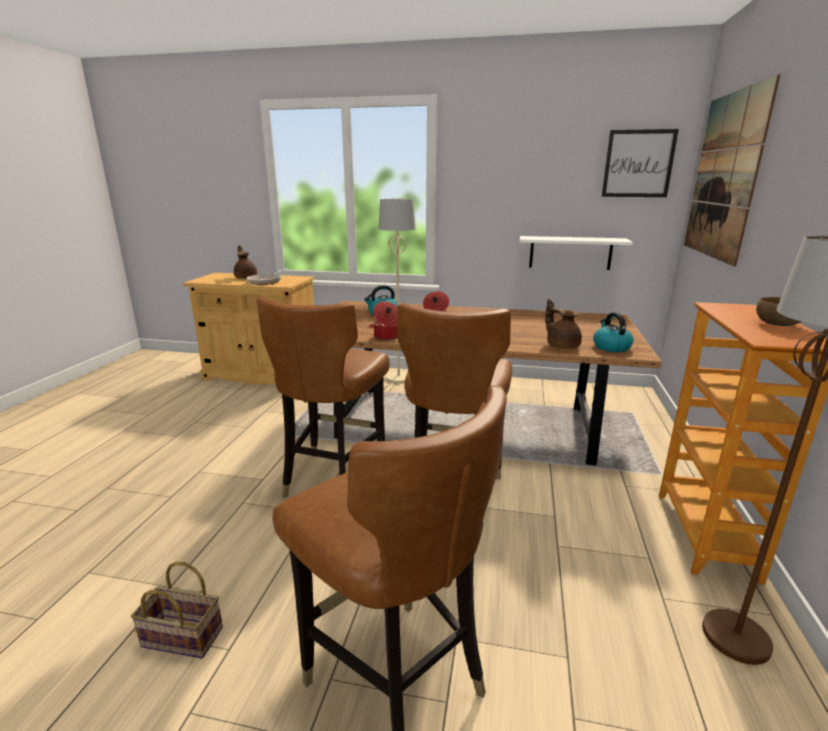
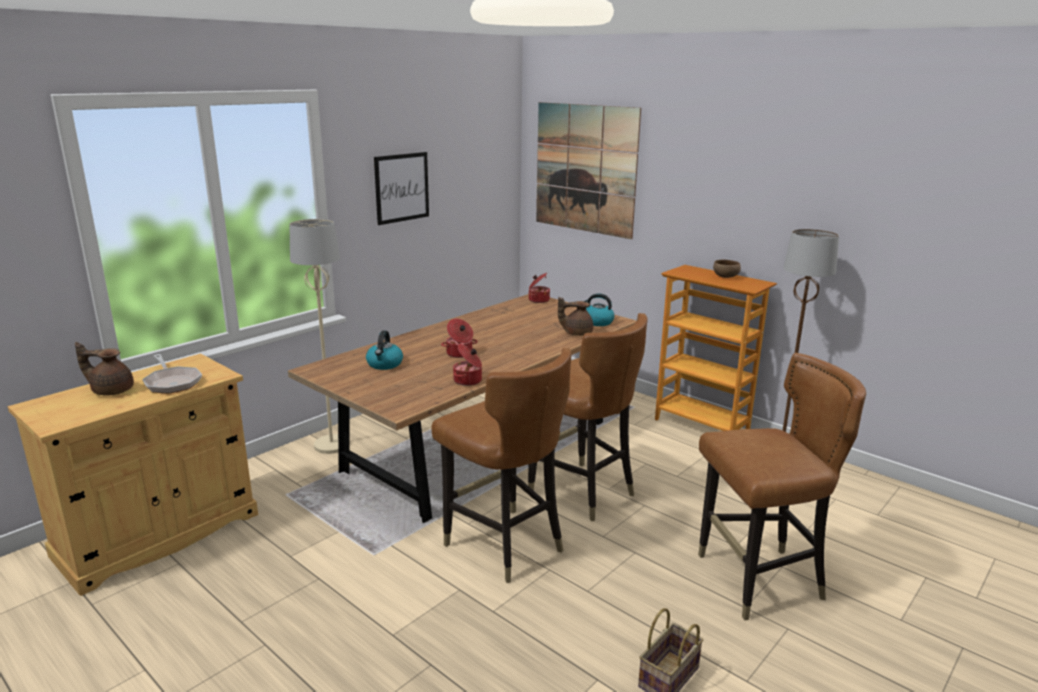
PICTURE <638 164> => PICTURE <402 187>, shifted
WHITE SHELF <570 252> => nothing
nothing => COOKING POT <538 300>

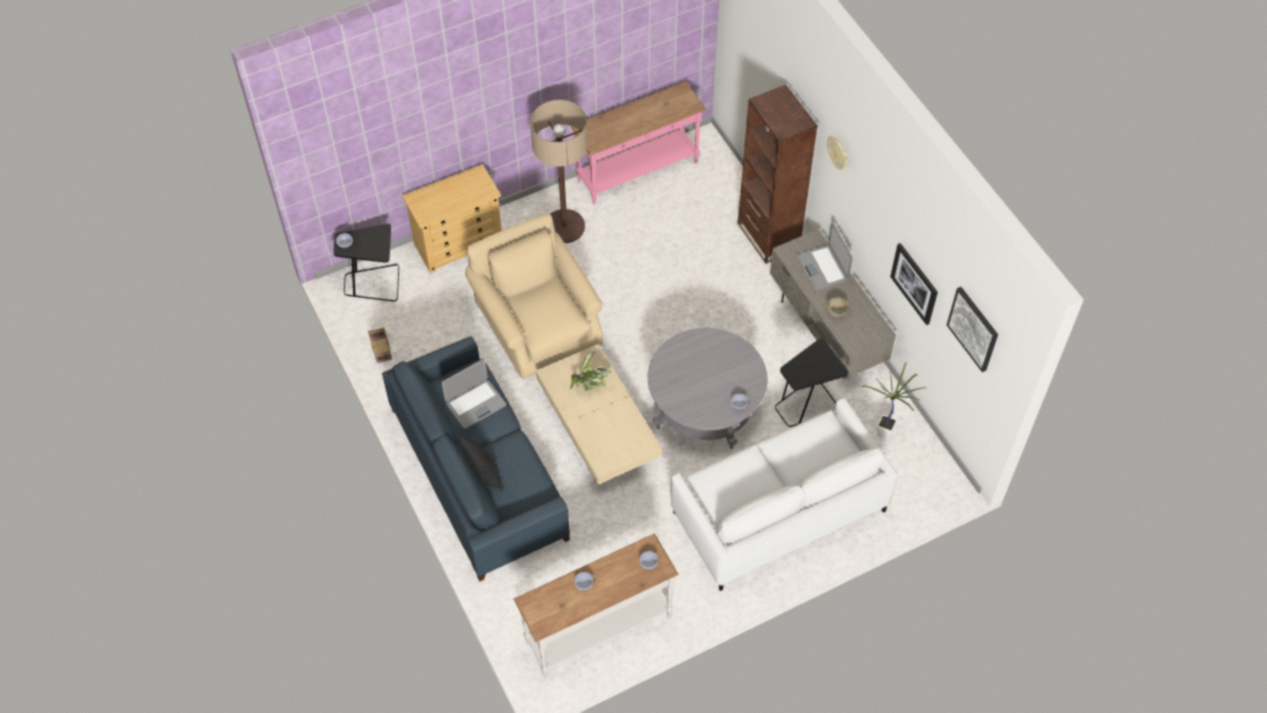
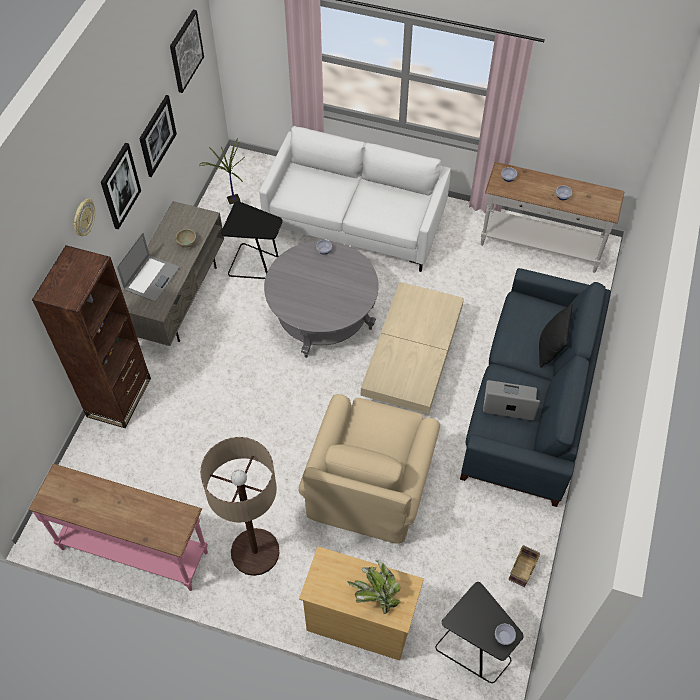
POTTED PLANT <590 384> => POTTED PLANT <375 594>, shifted
nothing => PICTURE <120 186>

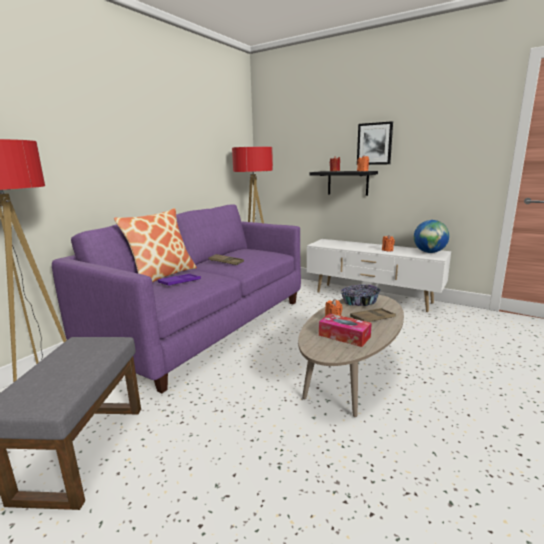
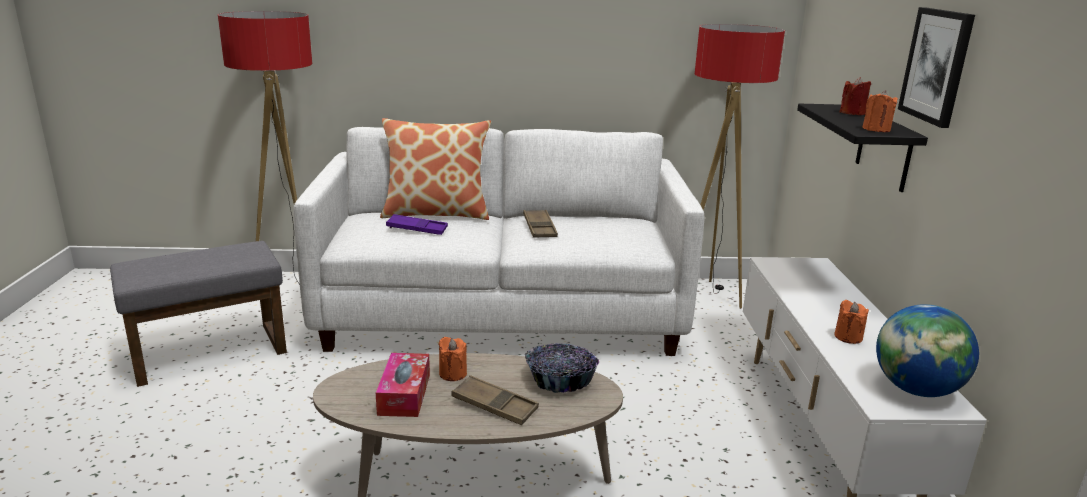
PURPLE SOFA <204 326> => WHITE SOFA <502 313>

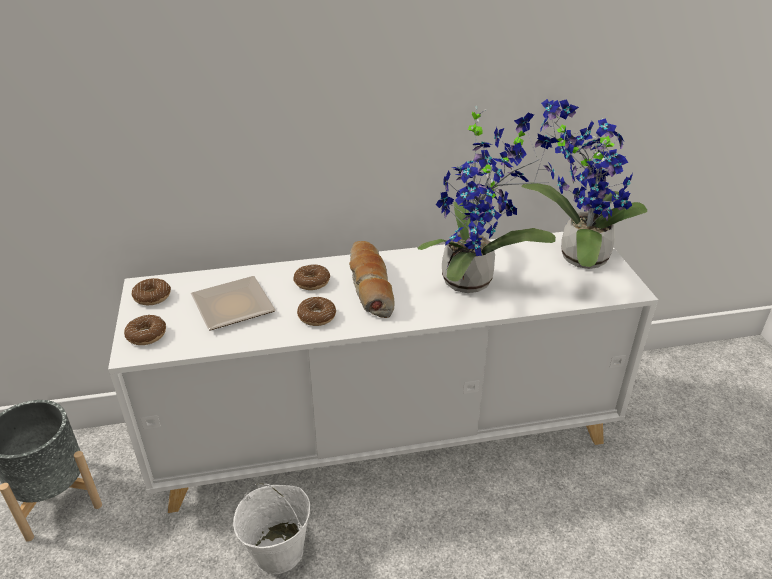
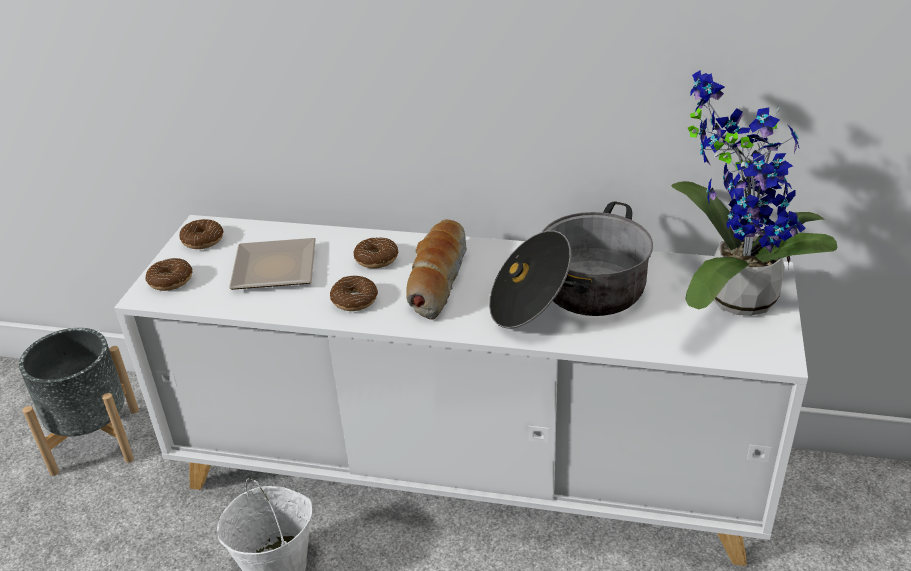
POTTED PLANT <474 280> => COOKING POT <570 297>

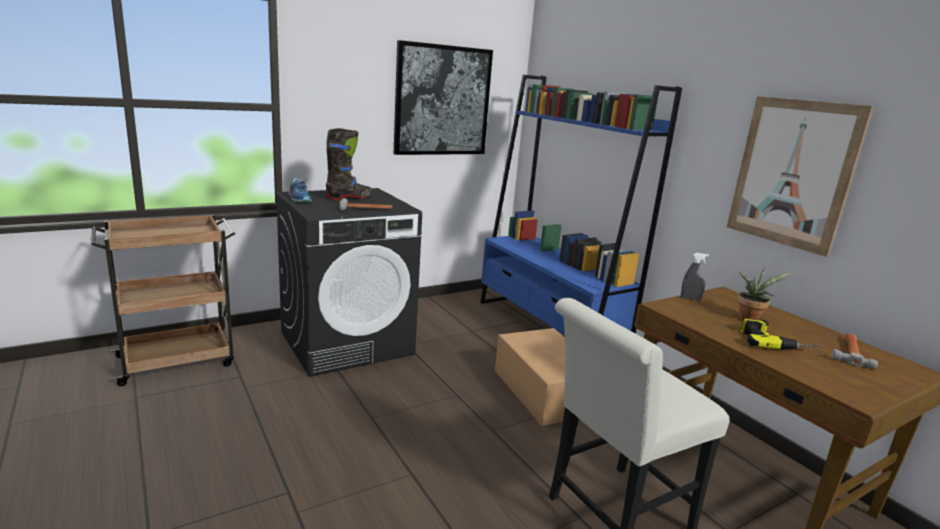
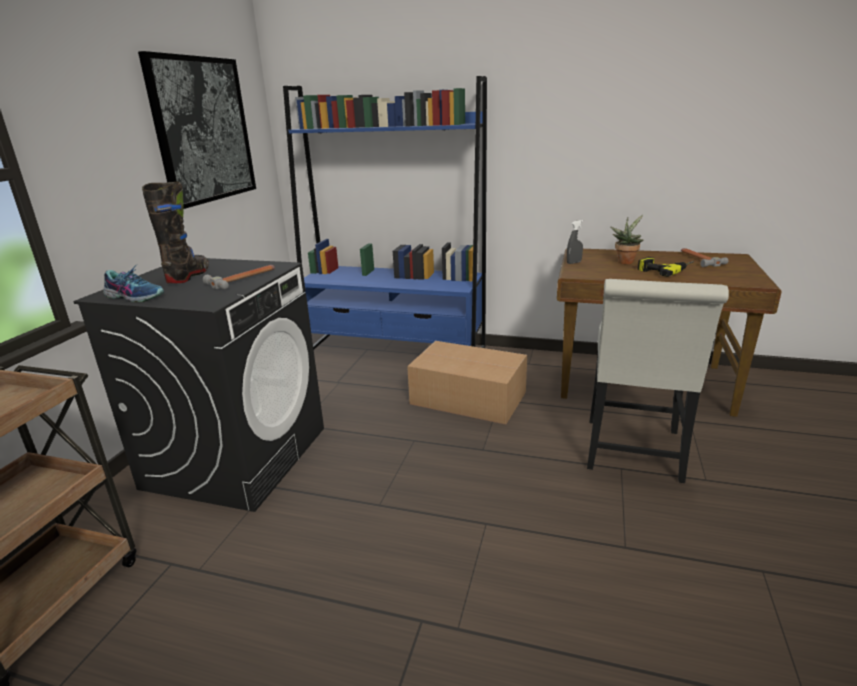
PICTURE <792 173> => nothing

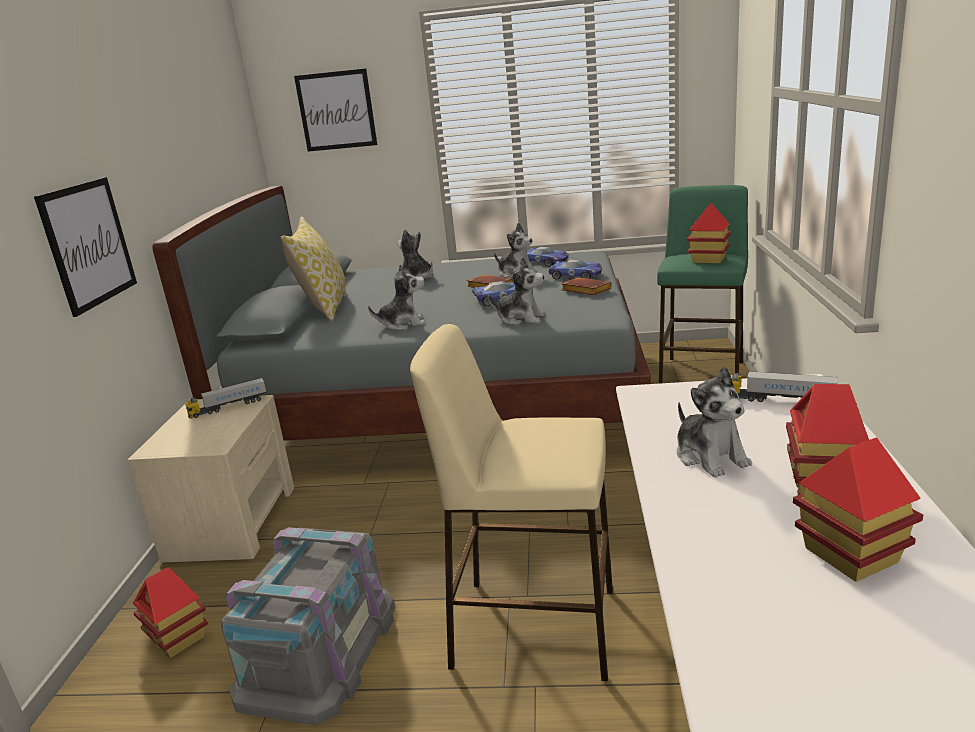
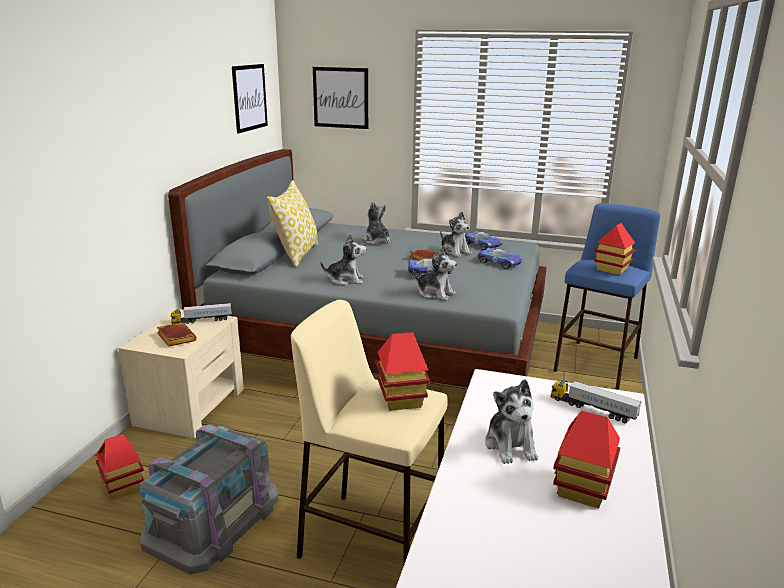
PICTURE <88 244> => PICTURE <249 97>, shifted
GREEN STOOL <702 376> => BLUE STOOL <596 364>
BROWN BOOK <584 291> => BROWN BOOK <175 338>, shifted
TOY HOUSE <850 555> => TOY HOUSE <401 399>, shifted

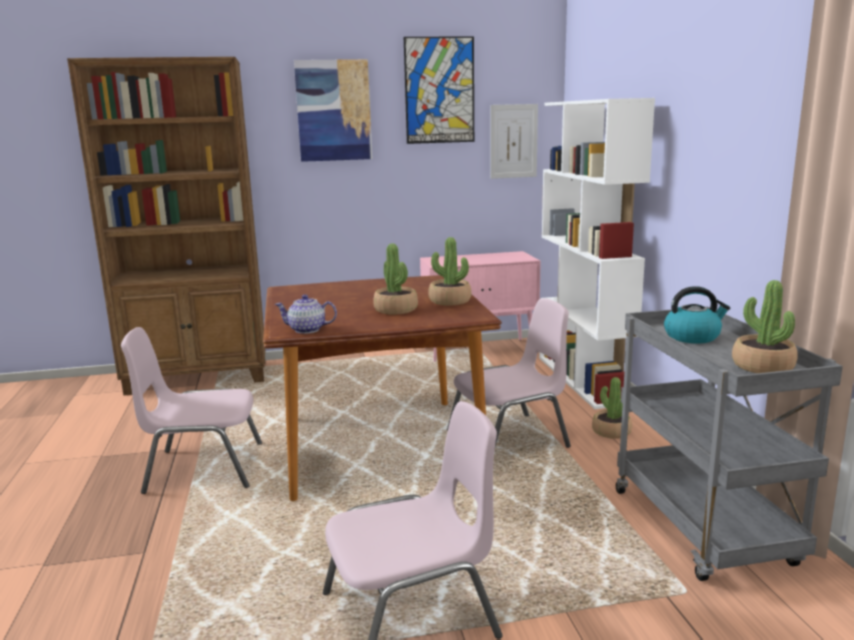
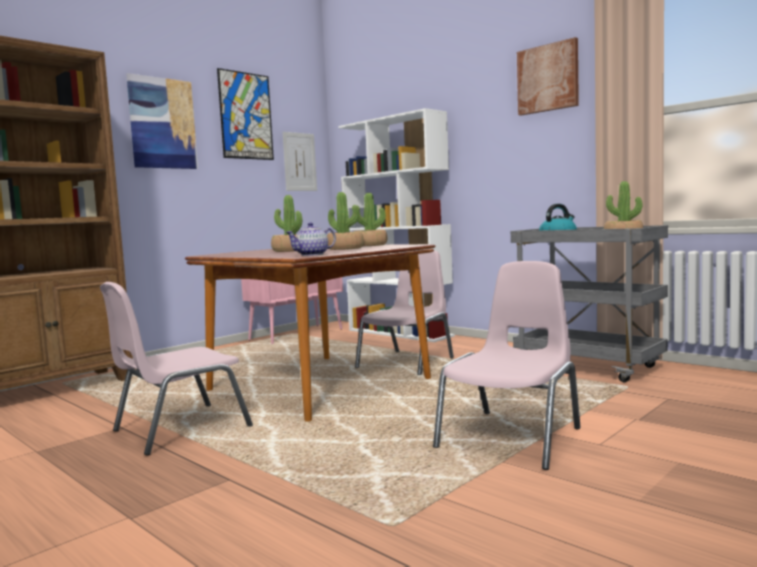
POTTED PLANT <611 431> => POTTED PLANT <290 250>, shifted
nothing => PICTURE <548 78>

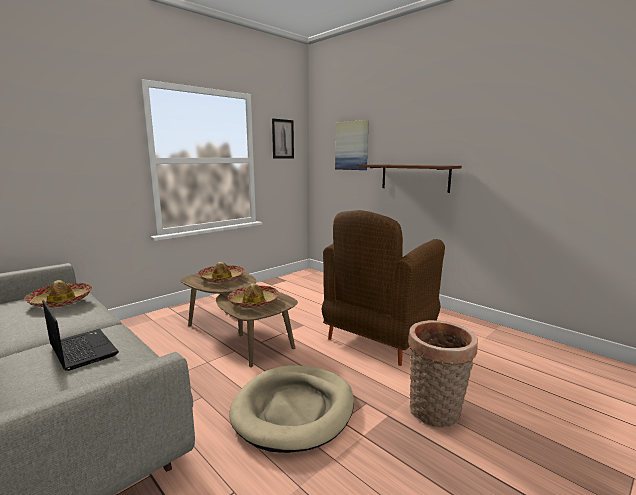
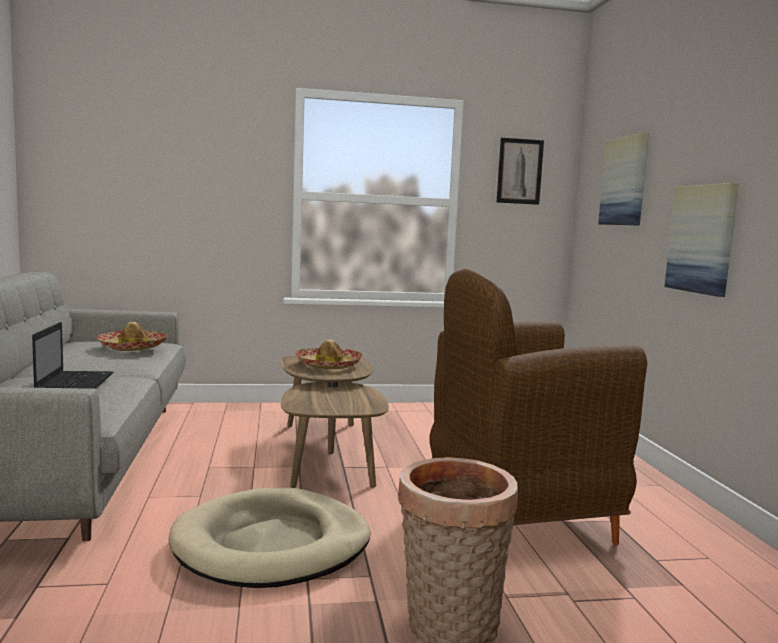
BROWN SHELF <414 177> => PICTURE <702 239>
HAT <254 302> => nothing

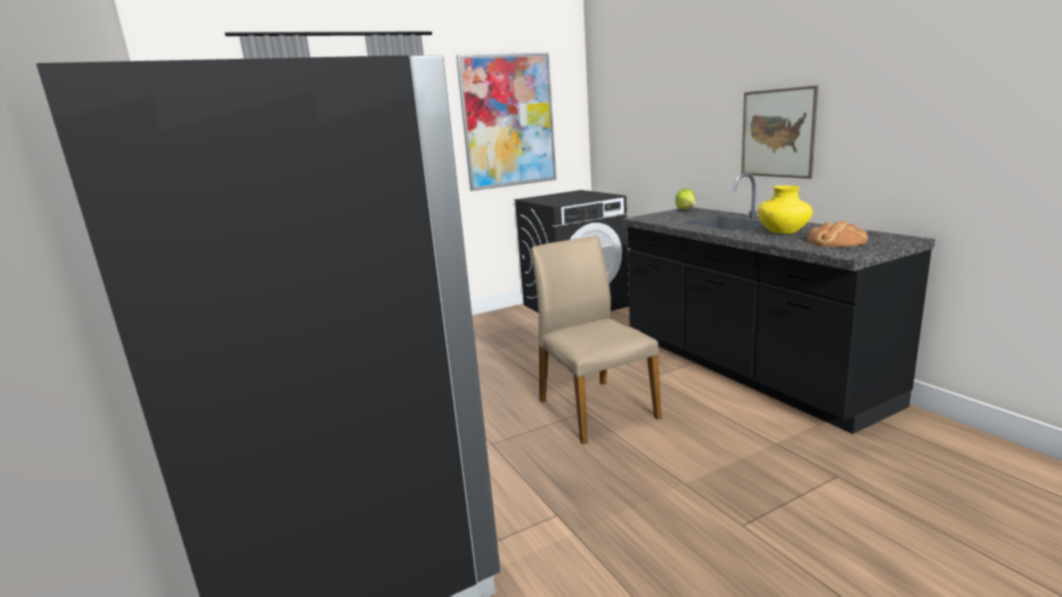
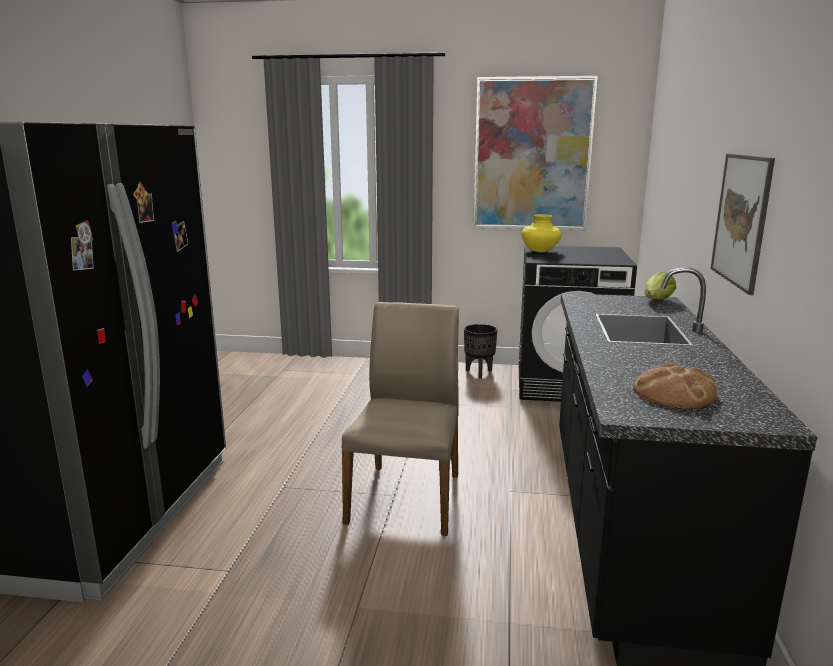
YELLOW VASE <783 232> => YELLOW VASE <540 251>, shifted
nothing => BLACK PLANTER <479 372>

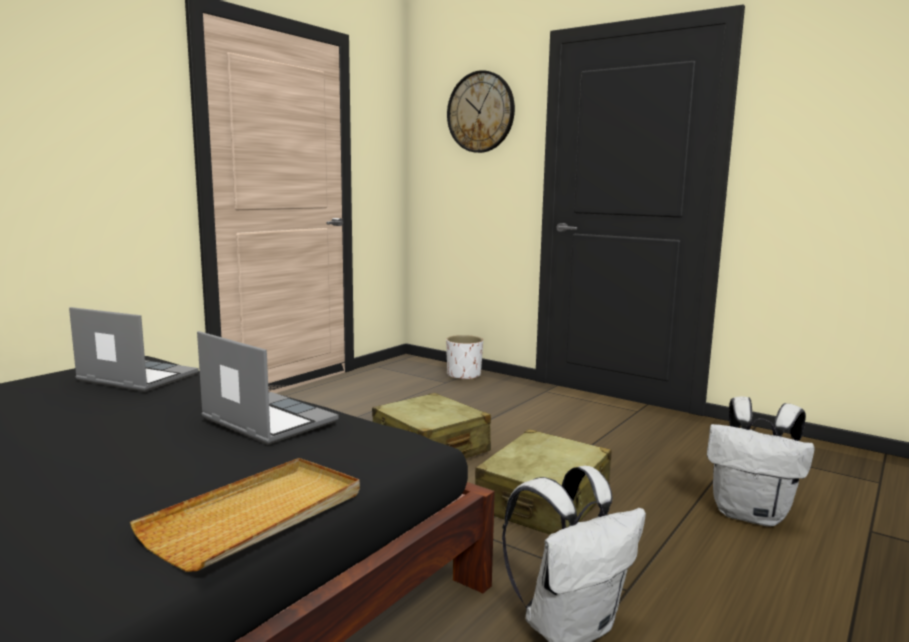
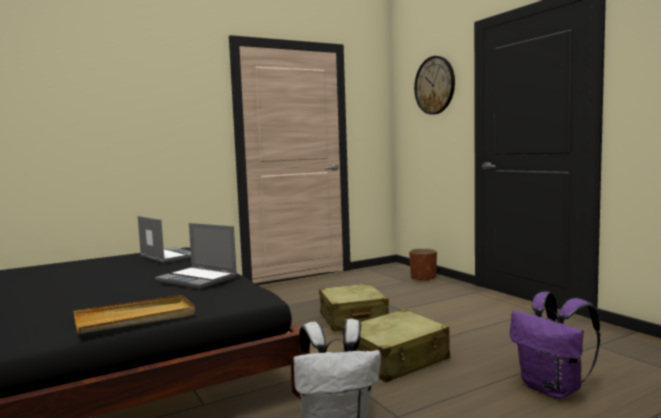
LAPTOP <266 420> => LAPTOP <198 279>, 150 degrees clockwise
WHITE PLANTER <464 376> => BROWN PLANTER <423 278>
WHITE BACKPACK <752 514> => PURPLE BACKPACK <553 389>

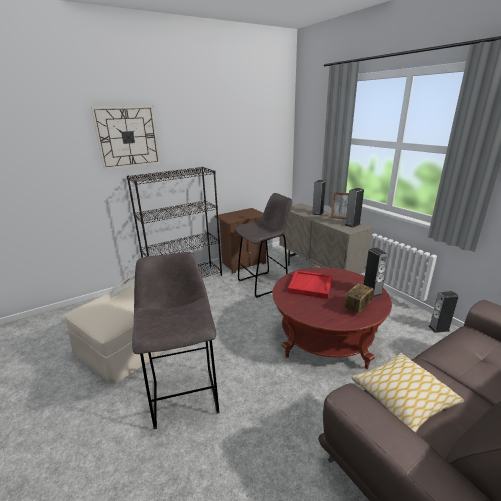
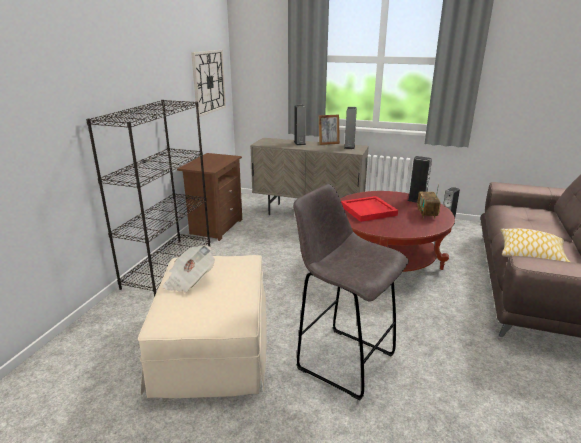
WALL CLOCK <127 137> => WALL CLOCK <209 82>, shifted
GREY STOOL <264 284> => nothing

